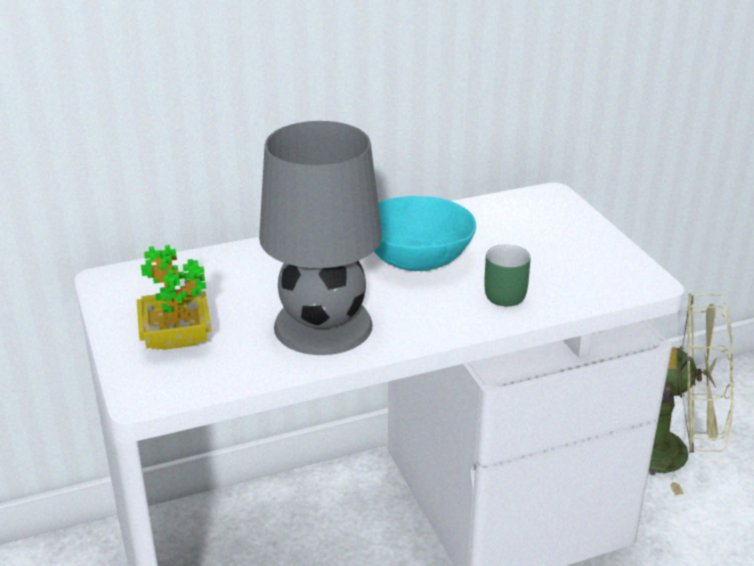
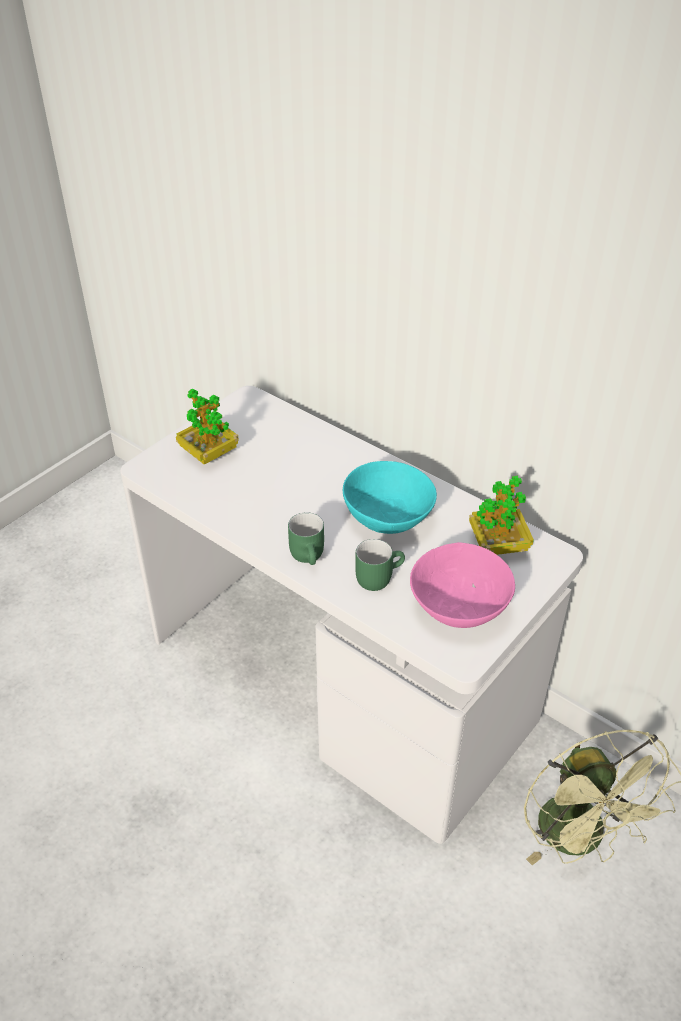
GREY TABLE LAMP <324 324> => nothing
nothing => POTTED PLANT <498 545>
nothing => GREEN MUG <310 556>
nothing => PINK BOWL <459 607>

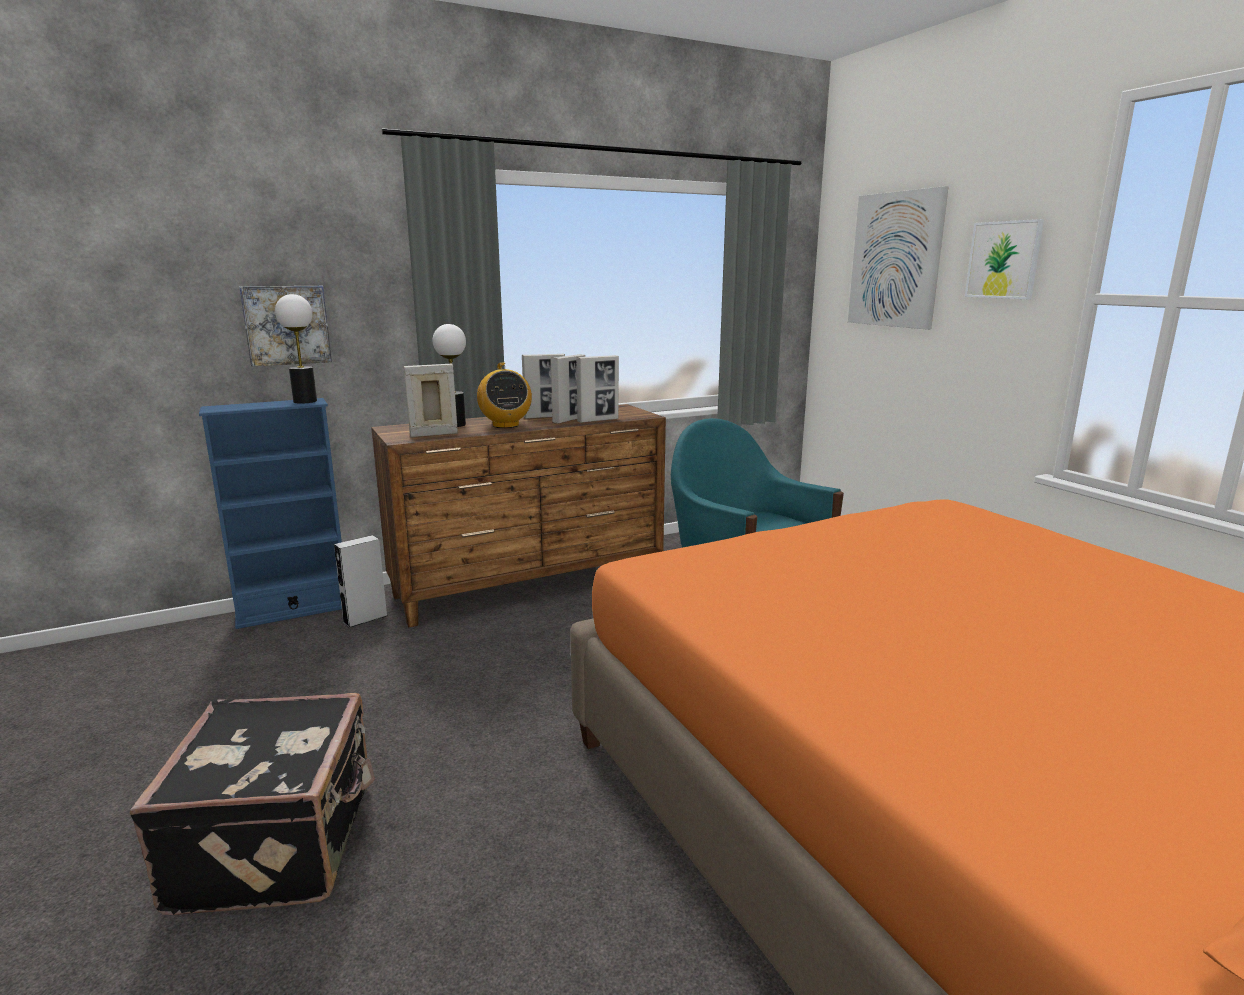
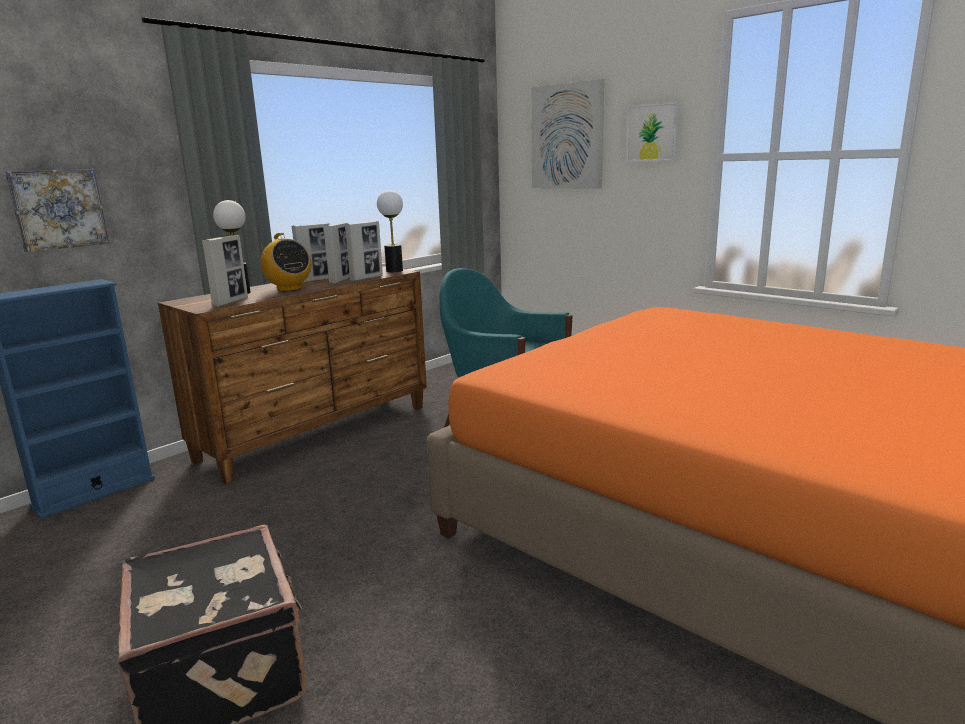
TABLE LAMP <304 401> => TABLE LAMP <394 271>, shifted
PICTURE FRAME <433 435> => PICTURE FRAME <230 302>, 150 degrees clockwise
GREY SPEAKER <365 619> => nothing

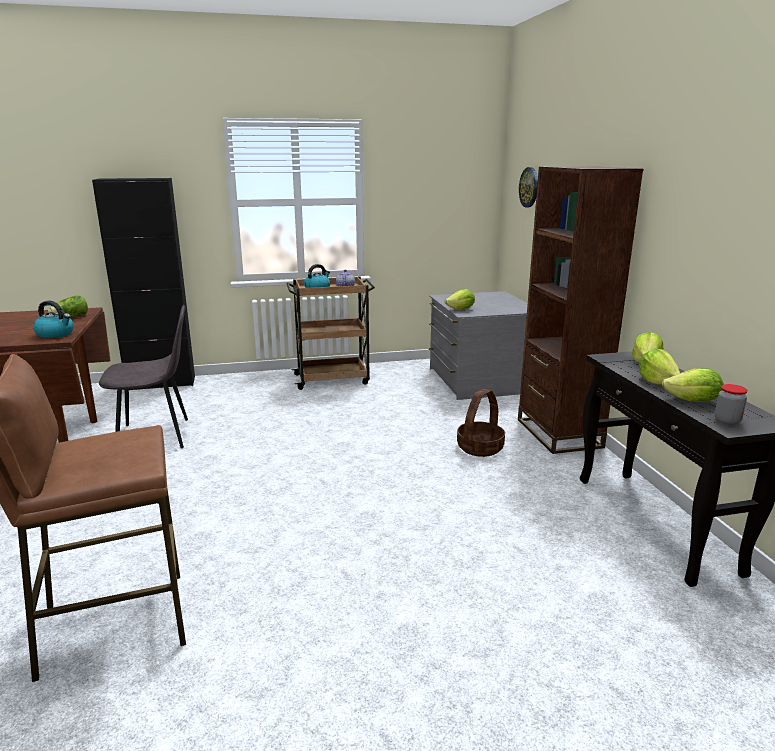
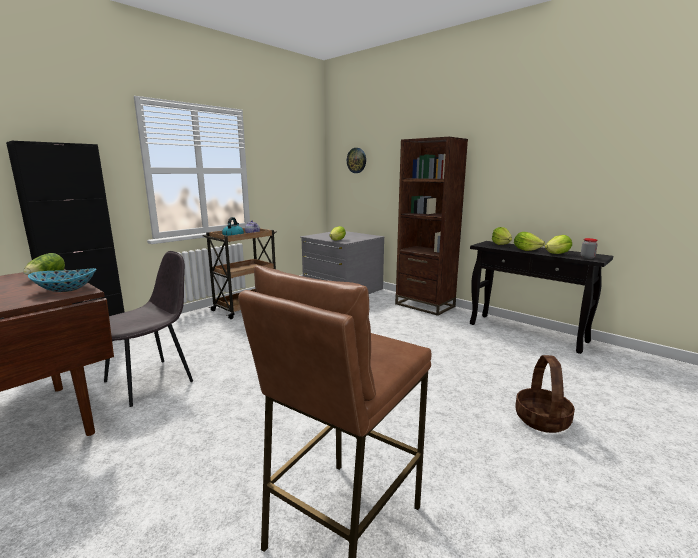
KETTLE <56 334> => BOWL <66 289>
BASKET <480 448> => BASKET <542 419>, shifted

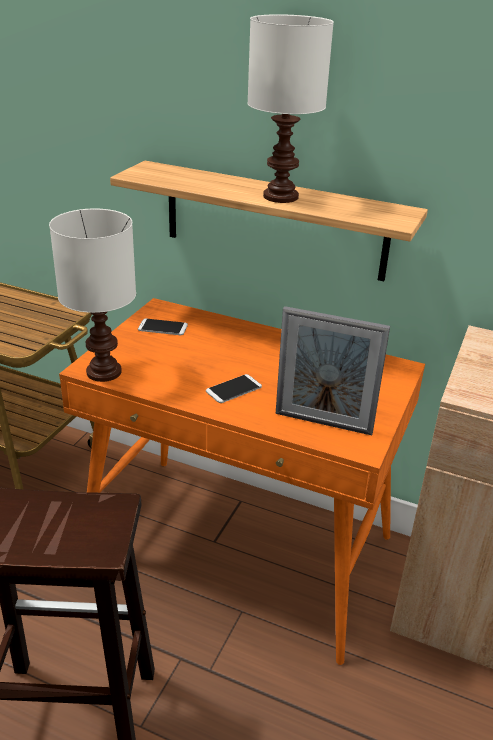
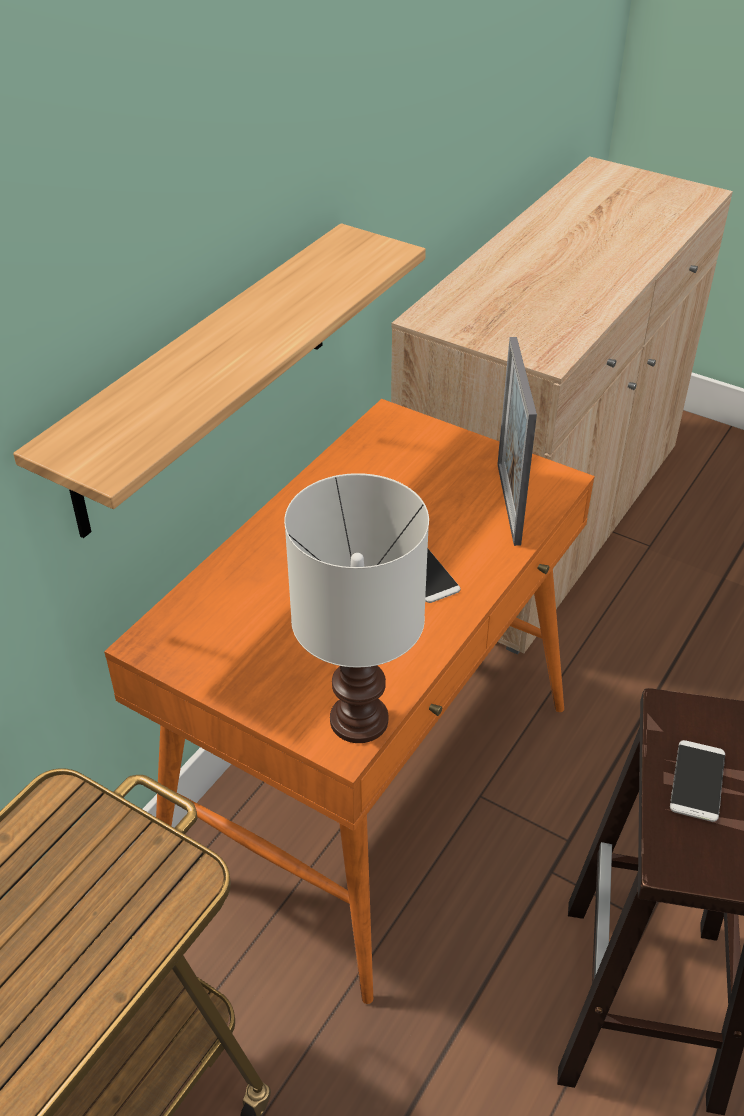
WHITE TABLE LAMP <281 197> => nothing
PICTURE FRAME <323 423> => PICTURE FRAME <508 503>, 150 degrees clockwise
PHONE <163 327> => PHONE <697 781>, shifted

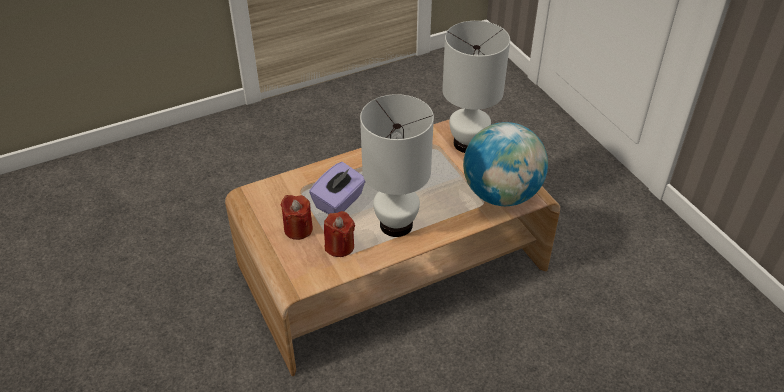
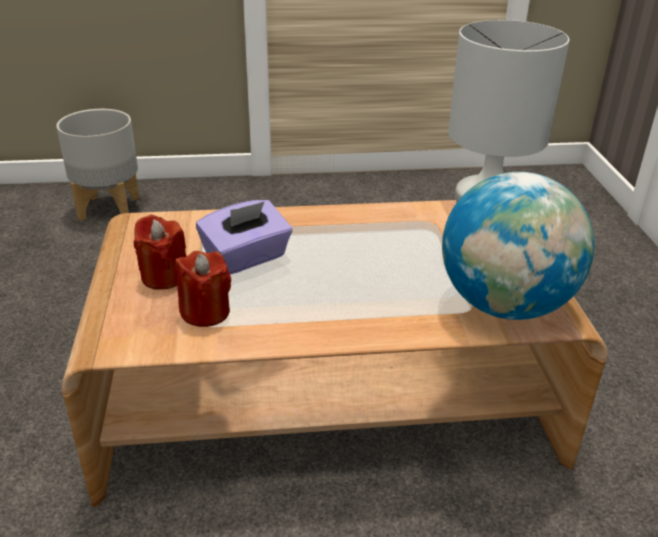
WHITE TABLE LAMP <396 224> => nothing
nothing => GREY PLANTER <109 208>

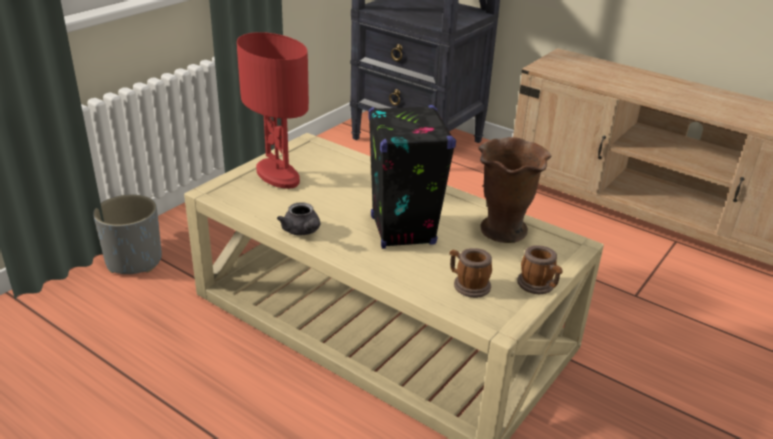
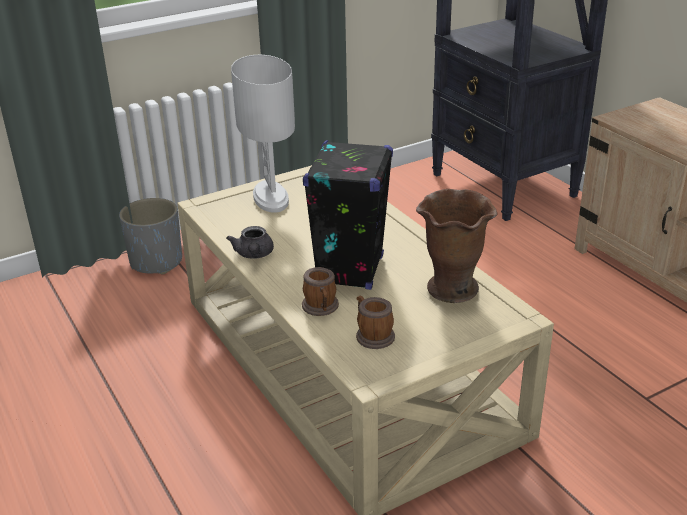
RED TABLE LAMP <277 175> => WHITE TABLE LAMP <270 198>
MUG <539 286> => MUG <321 308>, shifted

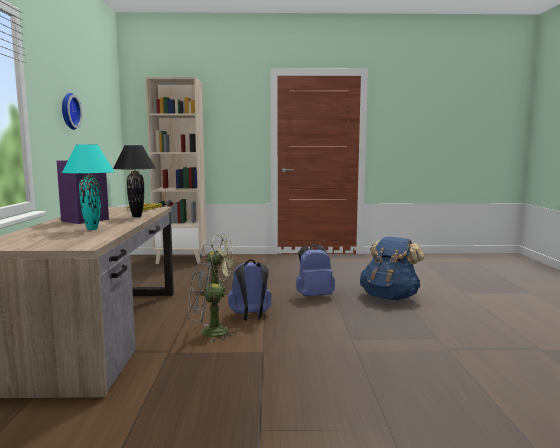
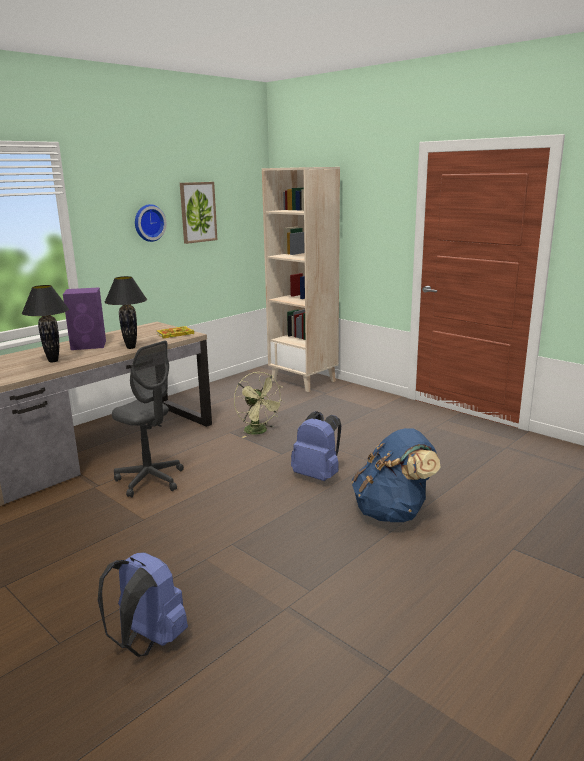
TURQUOISE TABLE LAMP <92 229> => BLACK TABLE LAMP <53 361>
BLUE BACKPACK <250 317> => BLUE BACKPACK <147 641>, shifted
GREY FAN <208 333> => GREY OFFICE CHAIR <150 480>
nothing => PICTURE <198 212>

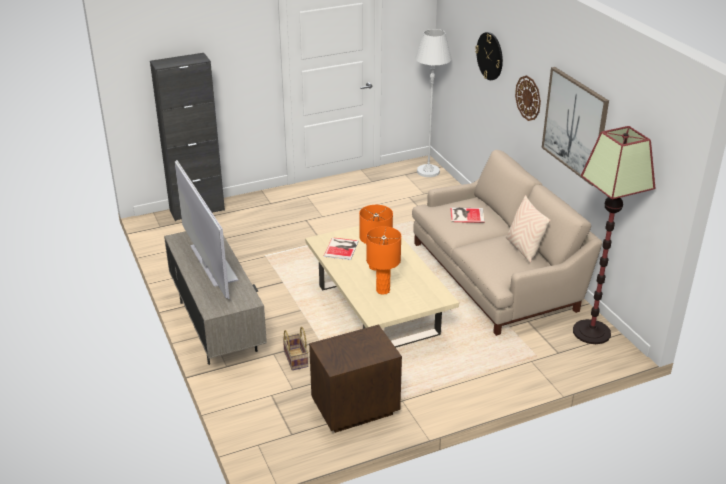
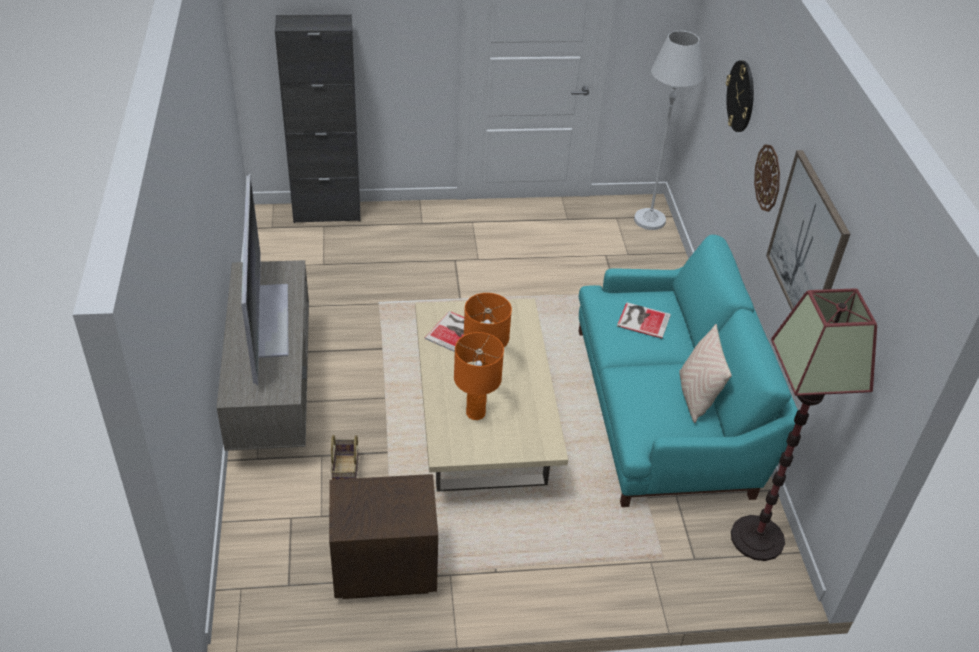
BEIGE SOFA <497 274> => TURQUOISE SOFA <667 409>

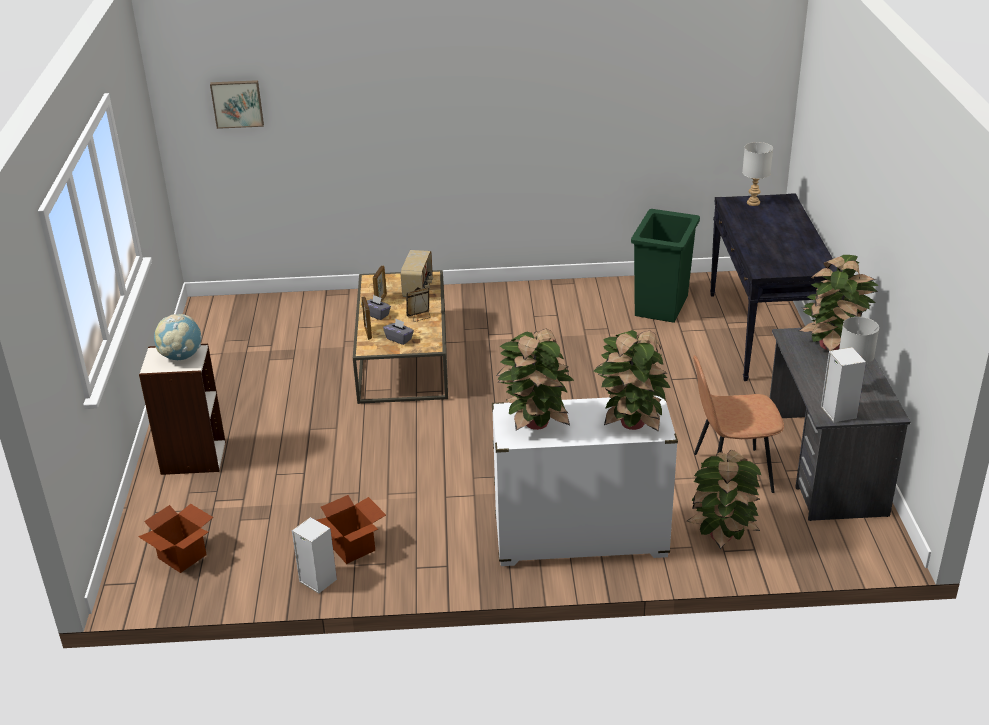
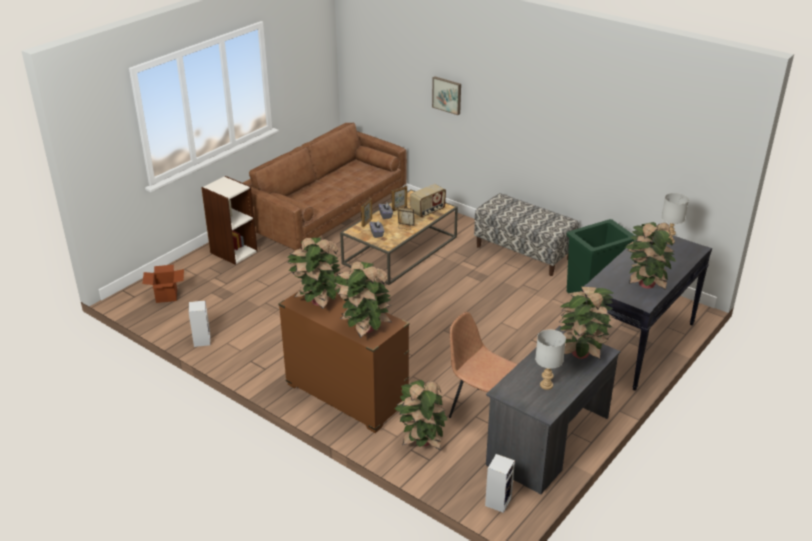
PICTURE <237 103> => PICTURE <447 95>, shifted
GLOBE <181 356> => nothing
SPEAKER <837 411> => SPEAKER <498 501>, shifted
WHITE DRESSER <580 539> => BROWN DRESSER <346 395>
CARDBOARD BOX <352 548> => nothing
nothing => BROWN SOFA <326 215>
nothing => BENCH <523 253>
nothing => POTTED PLANT <645 284>

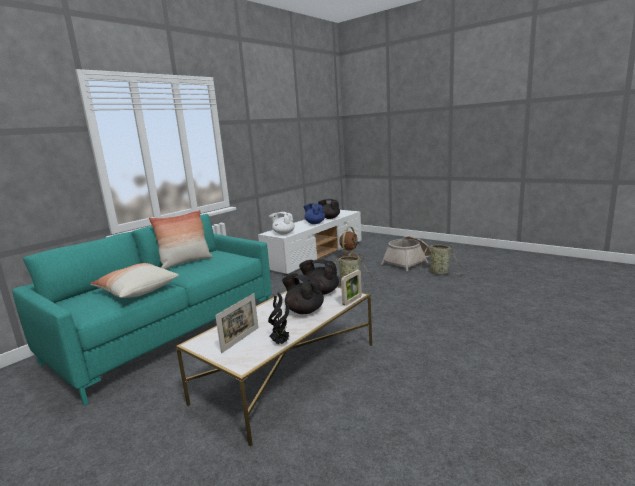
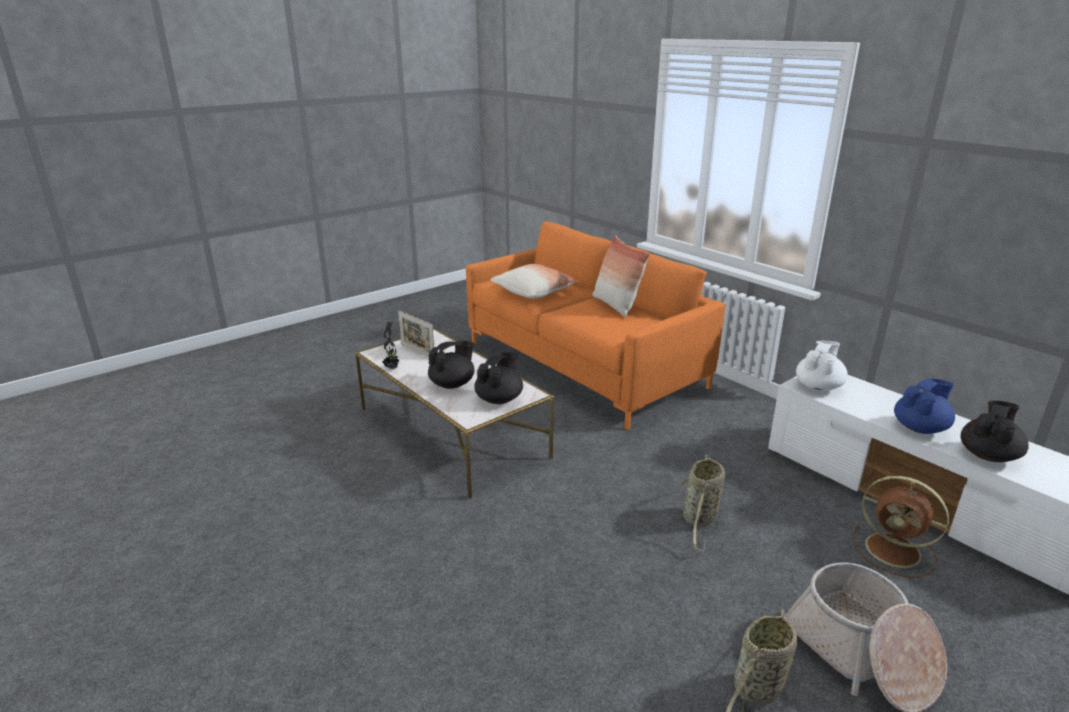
TURQUOISE SOFA <167 333> => ORANGE SOFA <583 364>
PICTURE FRAME <352 300> => nothing

